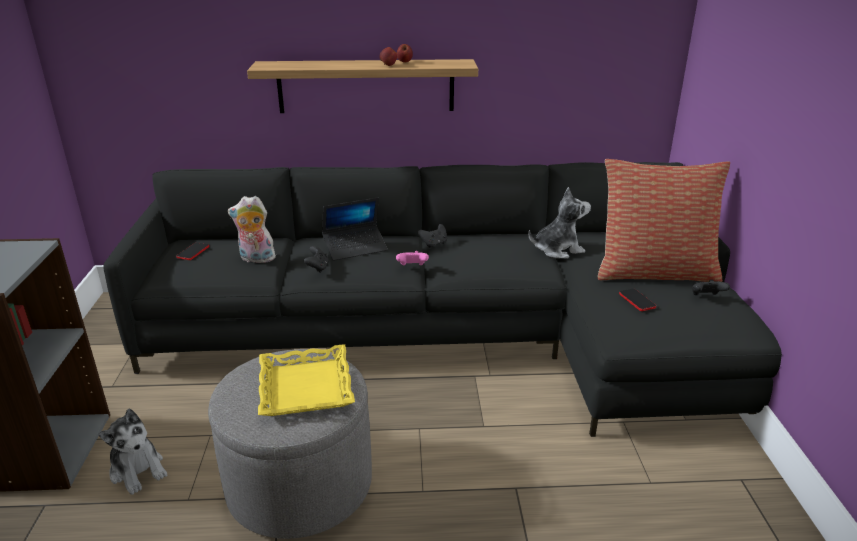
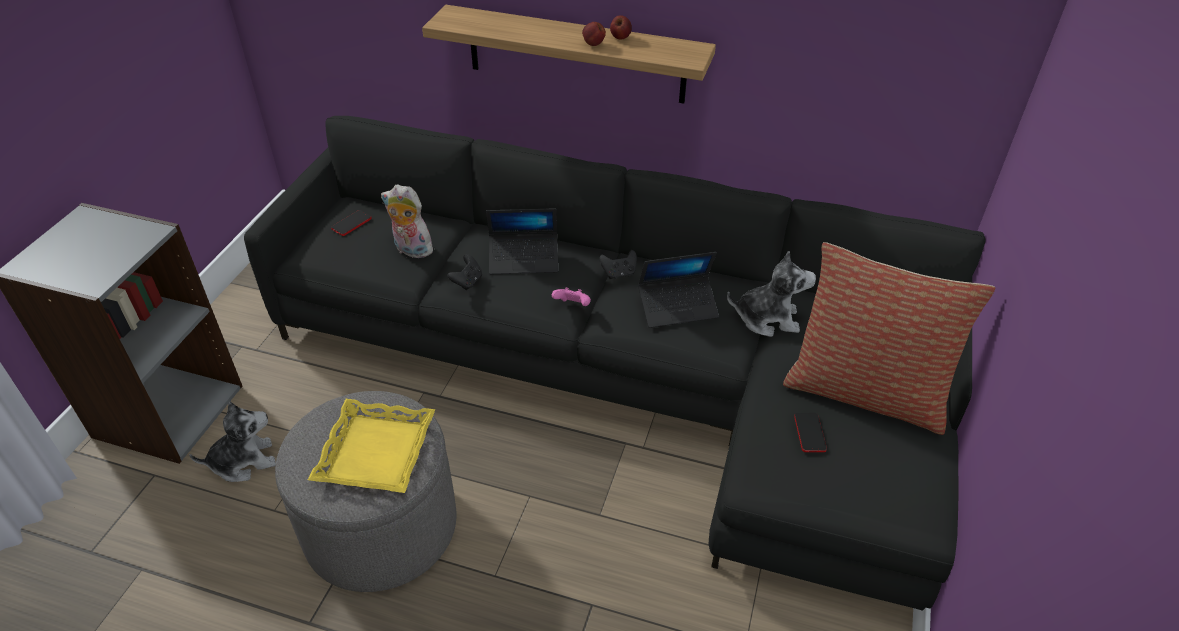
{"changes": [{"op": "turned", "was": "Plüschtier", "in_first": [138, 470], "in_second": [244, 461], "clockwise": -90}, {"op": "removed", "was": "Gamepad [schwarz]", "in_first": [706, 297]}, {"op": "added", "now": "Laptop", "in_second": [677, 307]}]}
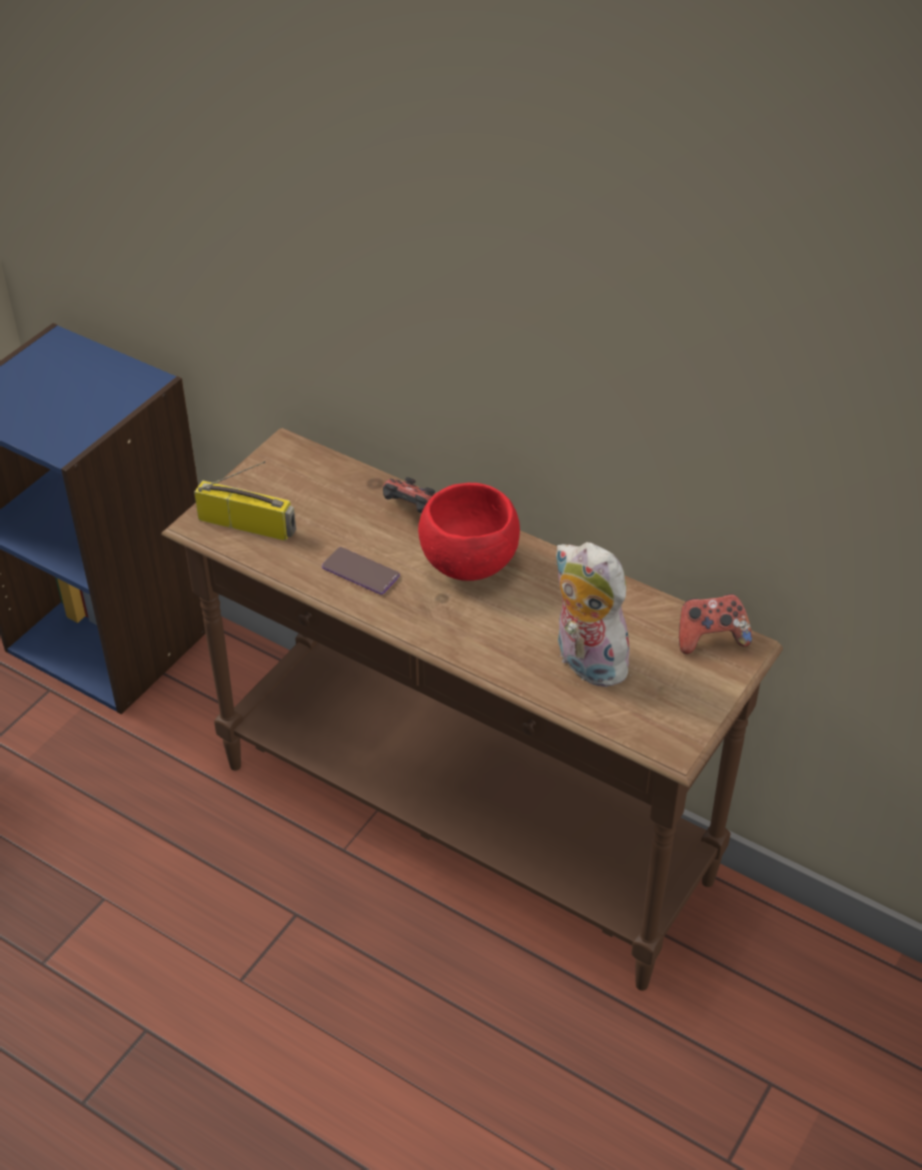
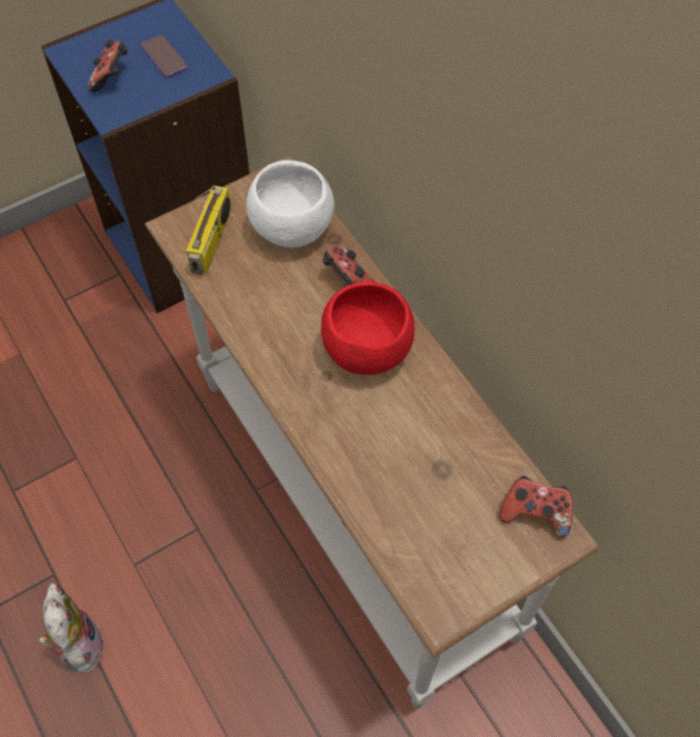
{"changes": [{"op": "recoloured", "was": "Konsolentisch [braun]", "now": "Konsolentisch [weiß]", "in_first": [461, 826], "in_second": [350, 507]}, {"op": "turned", "was": "Radio", "in_first": [248, 524], "in_second": [212, 241], "clockwise": 60}, {"op": "moved", "was": "Handy", "in_first": [360, 572], "in_second": [164, 57]}, {"op": "moved", "was": "Plüschtier", "in_first": [585, 662], "in_second": [78, 644]}, {"op": "added", "now": "Gamepad", "in_second": [111, 77]}, {"op": "added", "now": "Schüssel [weiß]", "in_second": [293, 228]}]}
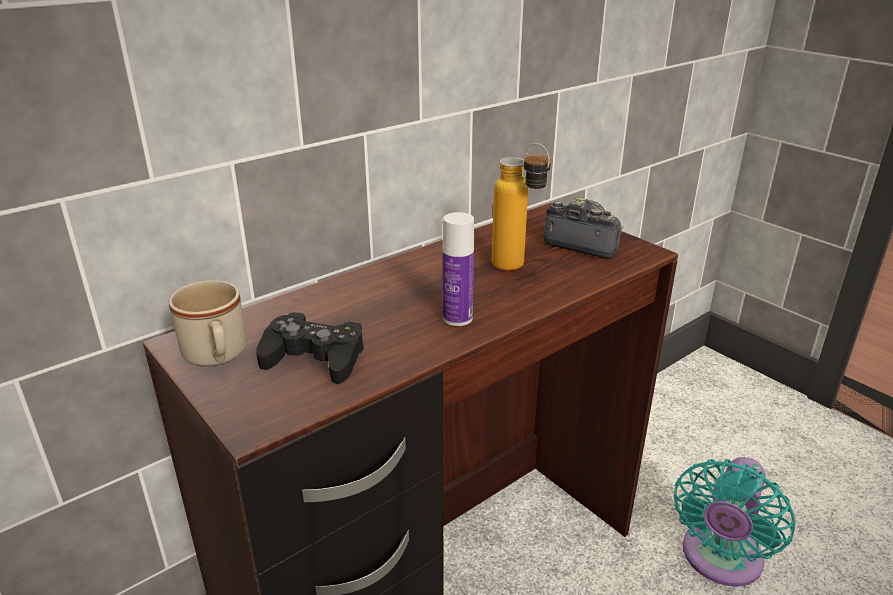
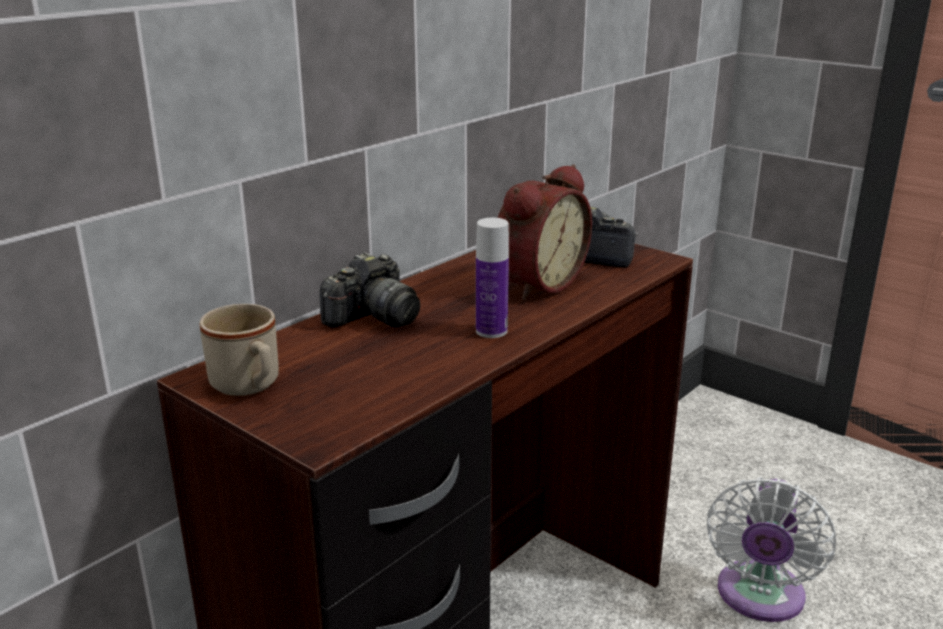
{"changes": [{"op": "removed", "was": "Gamepad [schwarz]", "in_first": [314, 358]}, {"op": "replaced", "was": "Flasche", "now": "Wecker", "in_first": [517, 269], "in_second": [536, 283]}, {"op": "recoloured", "was": "Ventilator [türkis]", "now": "Ventilator [weiß]", "in_first": [719, 560], "in_second": [759, 598]}, {"op": "added", "now": "Kamera", "in_second": [373, 318]}]}
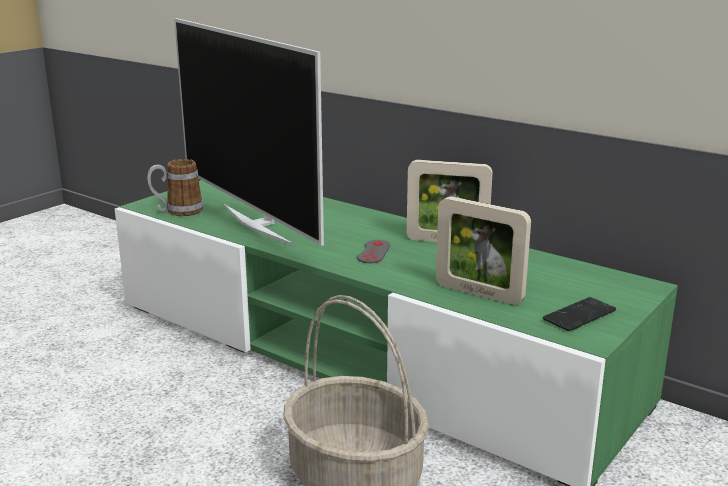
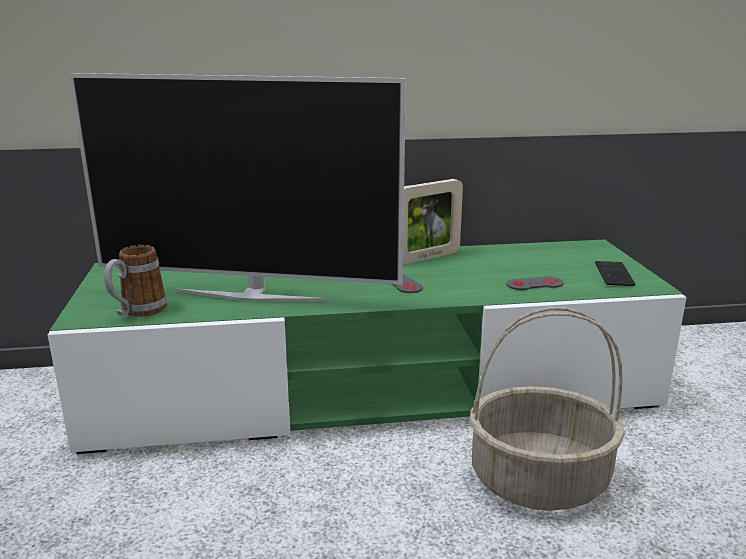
{"changes": [{"op": "replaced", "was": "Bilderrahmen", "now": "Gamepad [grau]", "in_first": [479, 293], "in_second": [534, 284]}]}
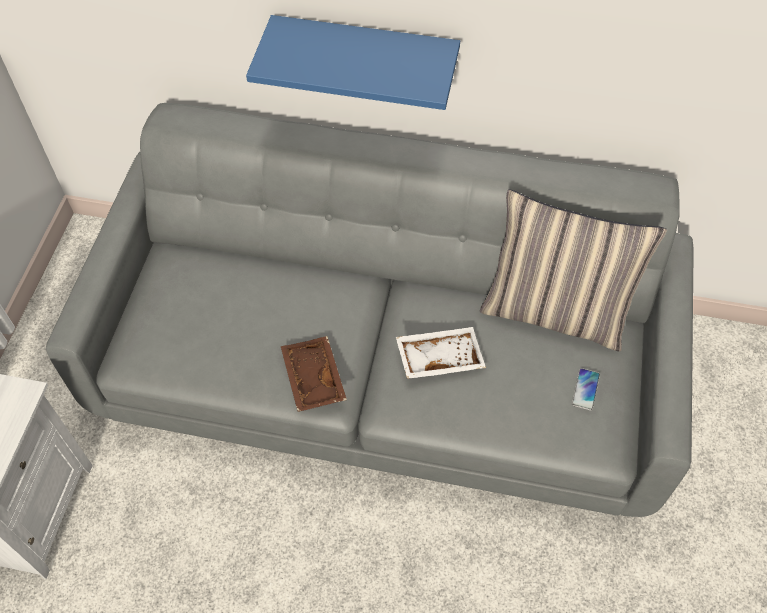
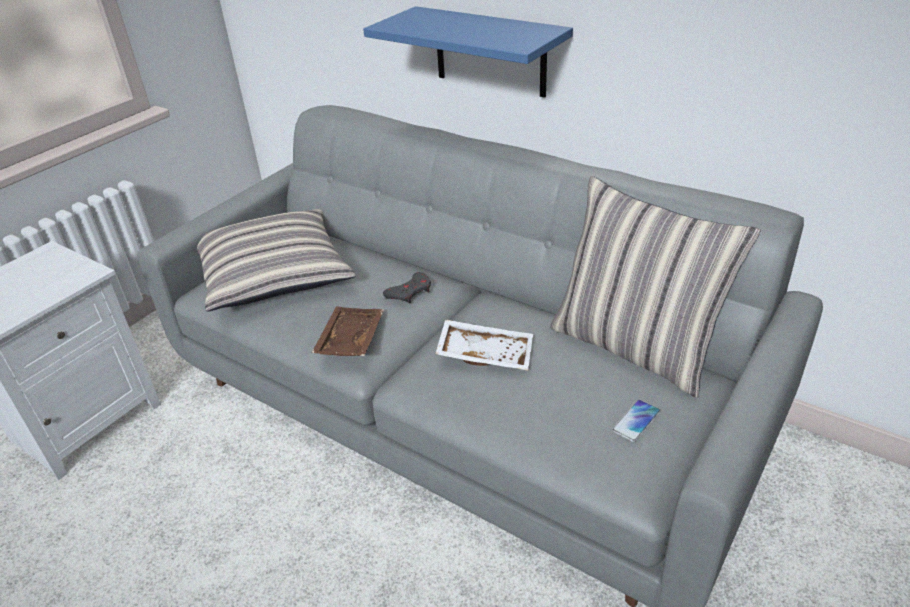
{"changes": [{"op": "added", "now": "Kissen", "in_second": [274, 274]}, {"op": "added", "now": "Gamepad [grau]", "in_second": [410, 292]}]}
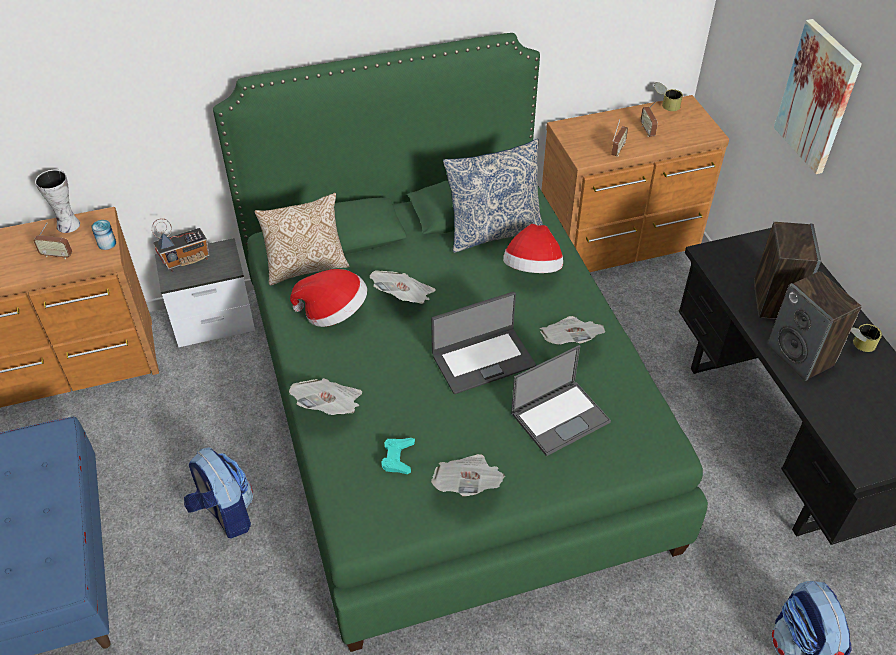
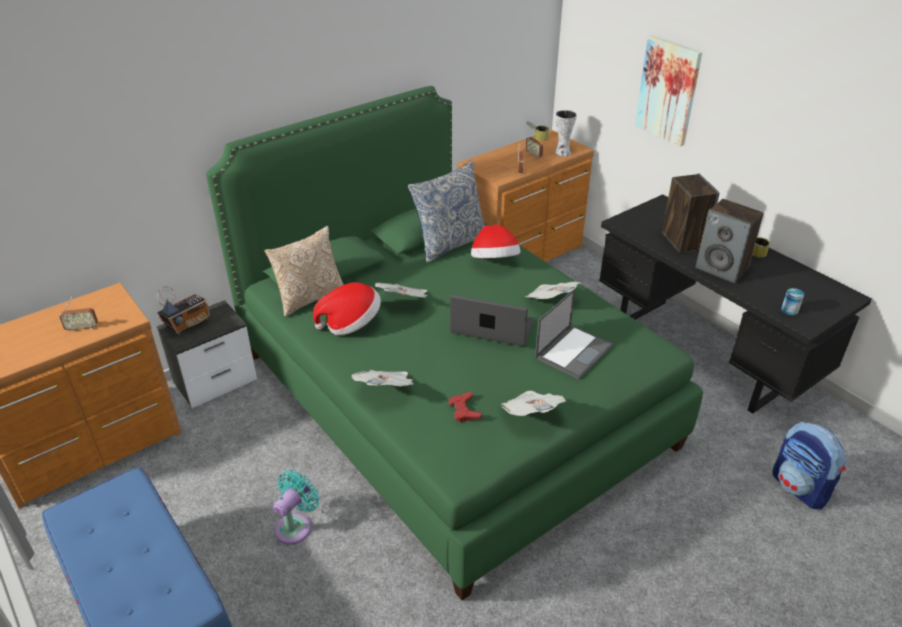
{"changes": [{"op": "moved", "was": "Vase", "in_first": [67, 225], "in_second": [562, 153]}, {"op": "moved", "was": "Dose", "in_first": [107, 243], "in_second": [789, 310]}, {"op": "replaced", "was": "Rucksack", "now": "Ventilator [türkis]", "in_first": [224, 513], "in_second": [296, 526]}, {"op": "recoloured", "was": "Gamepad [türkis]", "now": "Gamepad [rot]", "in_first": [398, 457], "in_second": [464, 410]}, {"op": "turned", "was": "Laptop", "in_first": [483, 360], "in_second": [492, 328], "clockwise": -120}]}
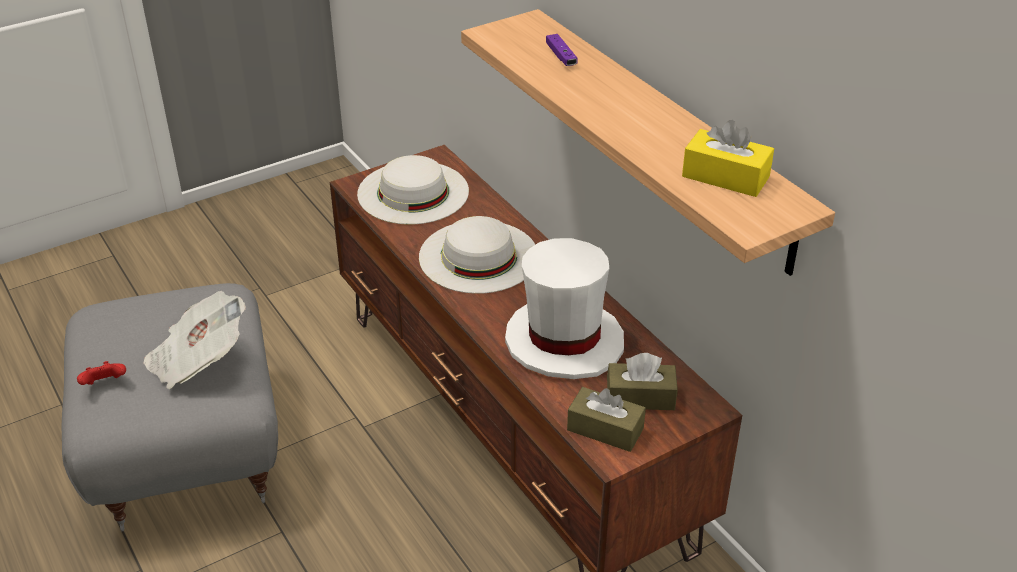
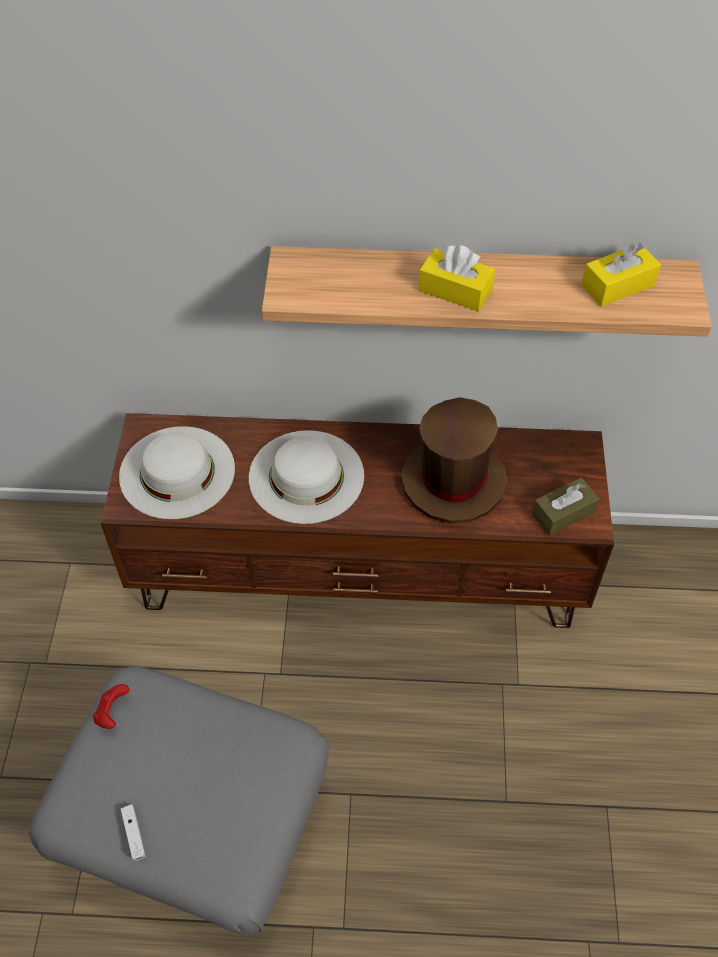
{"changes": [{"op": "moved", "was": "Gamepad [rot]", "in_first": [105, 384], "in_second": [112, 713]}, {"op": "removed", "was": "Zeitung", "in_first": [198, 360]}, {"op": "recoloured", "was": "Hut [weiß]", "now": "Hut [braun]", "in_first": [564, 341], "in_second": [453, 482]}, {"op": "removed", "was": "Gamepad [lila]", "in_first": [561, 56]}, {"op": "removed", "was": "Taschentuchbox [braun]", "in_first": [640, 397]}, {"op": "added", "now": "Gamepad [weiß]", "in_second": [134, 834]}, {"op": "added", "now": "Taschentuchbox [gelb]", "in_second": [455, 290]}]}
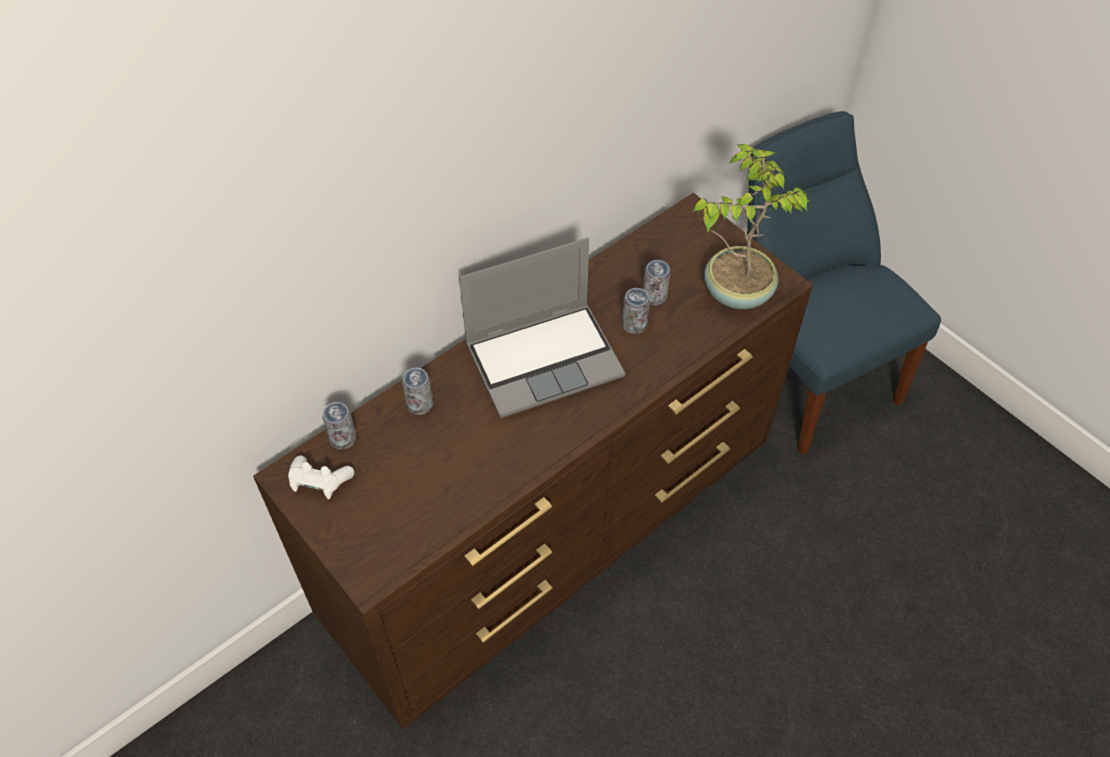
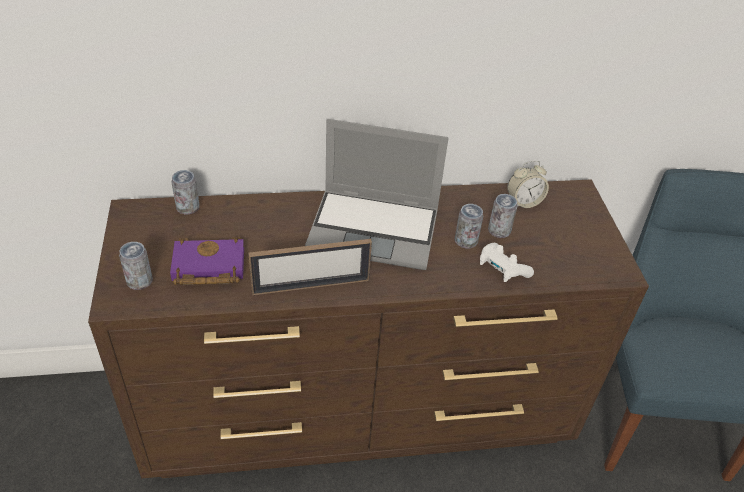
{"changes": [{"op": "moved", "was": "Gamepad [weiß]", "in_first": [320, 482], "in_second": [502, 269]}, {"op": "moved", "was": "Dose", "in_first": [420, 404], "in_second": [139, 281]}, {"op": "removed", "was": "Topfpflanze", "in_first": [736, 291]}, {"op": "added", "now": "Buch [lila]", "in_second": [206, 267]}, {"op": "added", "now": "Bilderrahmen", "in_second": [311, 286]}, {"op": "added", "now": "Wecker", "in_second": [524, 202]}]}
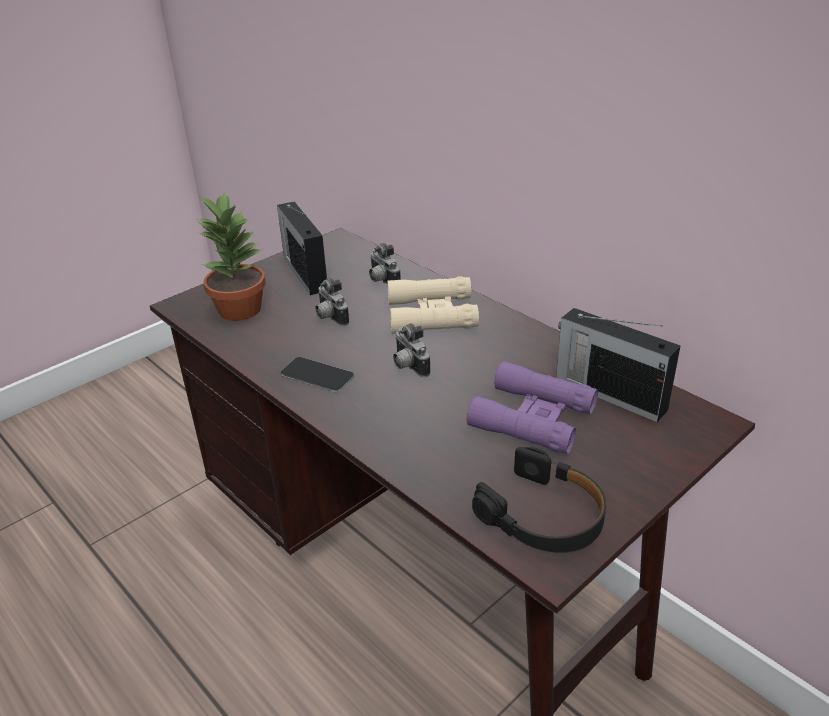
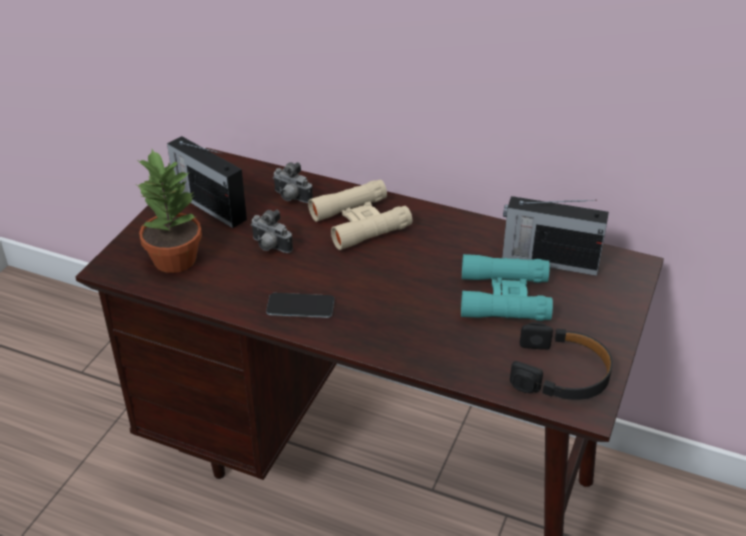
{"changes": [{"op": "removed", "was": "Kamera", "in_first": [408, 366]}, {"op": "recoloured", "was": "Fernglas [lila]", "now": "Fernglas [türkis]", "in_first": [532, 418], "in_second": [504, 297]}]}
